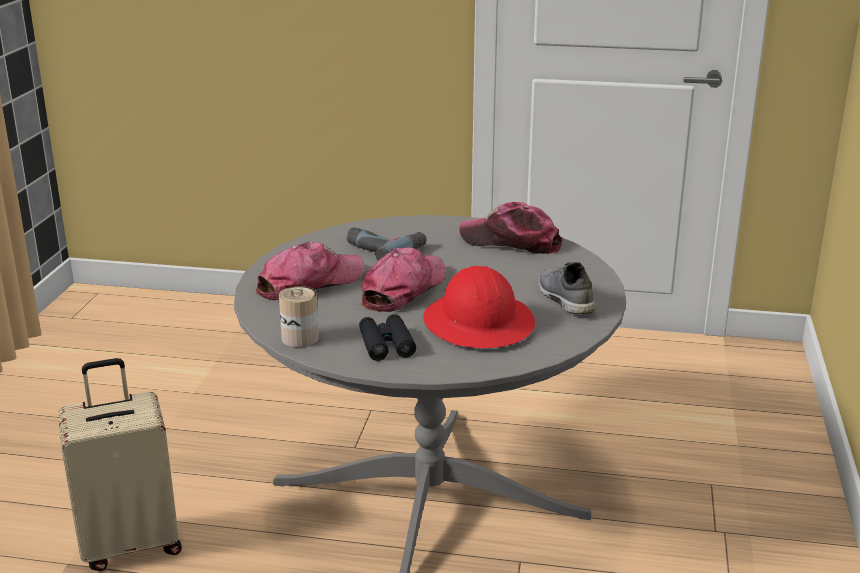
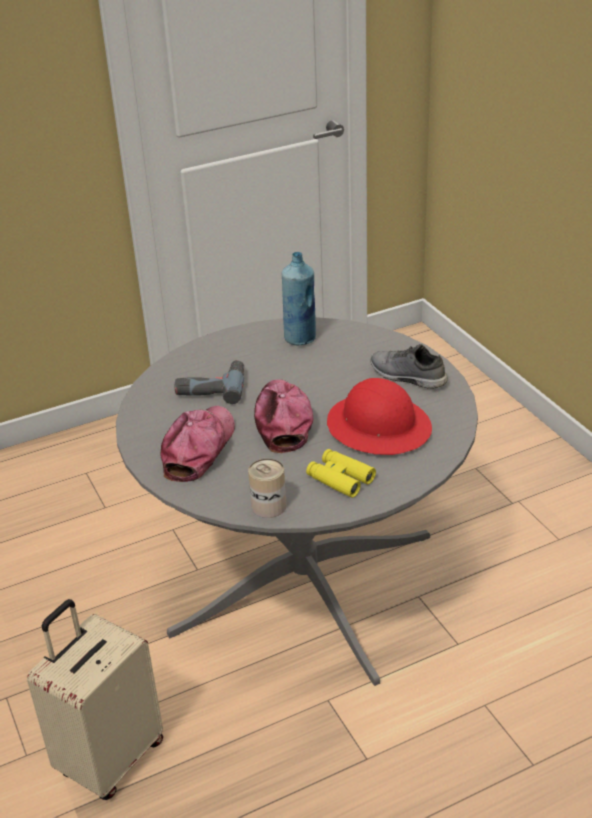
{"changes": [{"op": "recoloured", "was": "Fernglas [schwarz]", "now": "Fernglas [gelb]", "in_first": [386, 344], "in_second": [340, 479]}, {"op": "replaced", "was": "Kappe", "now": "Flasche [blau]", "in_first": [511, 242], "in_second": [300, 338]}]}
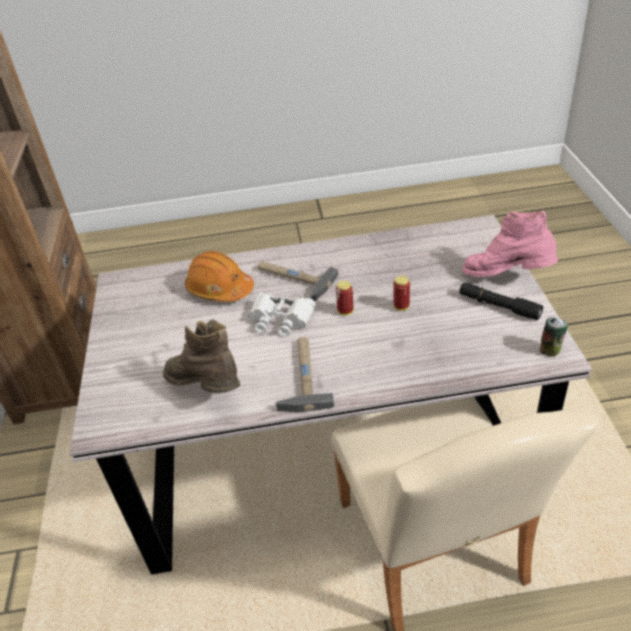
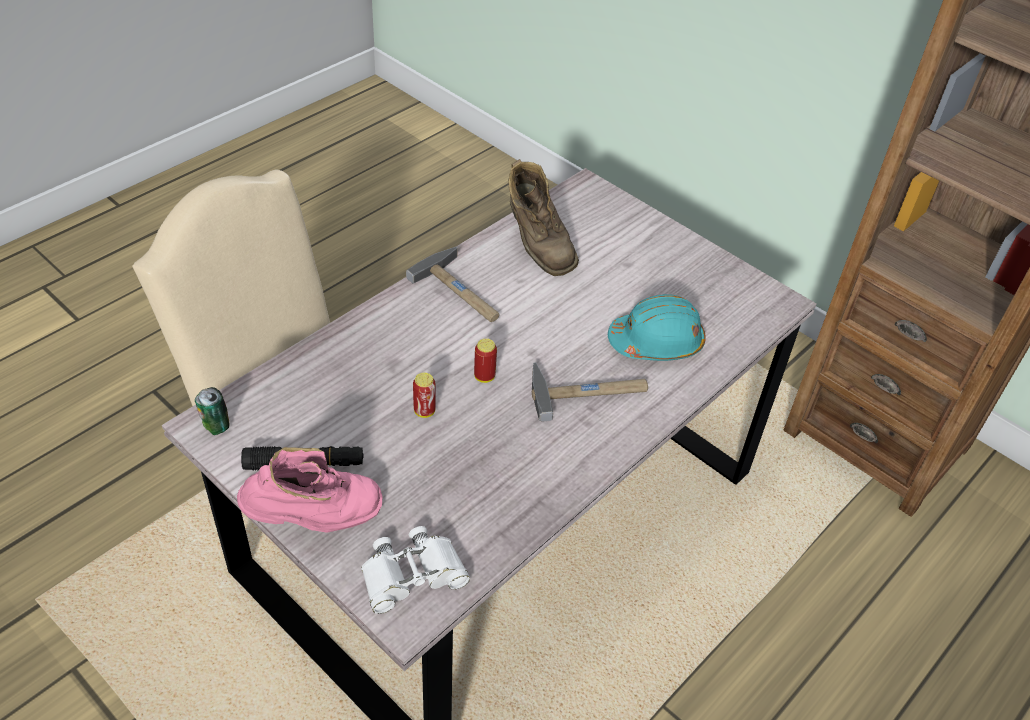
{"changes": [{"op": "turned", "was": "Stiefel [braun]", "in_first": [207, 389], "in_second": [537, 246], "clockwise": 60}, {"op": "recoloured", "was": "Schutzhelm [orange]", "now": "Schutzhelm [türkis]", "in_first": [219, 289], "in_second": [656, 342]}, {"op": "moved", "was": "Fernglas [weiß]", "in_first": [281, 318], "in_second": [412, 575]}]}
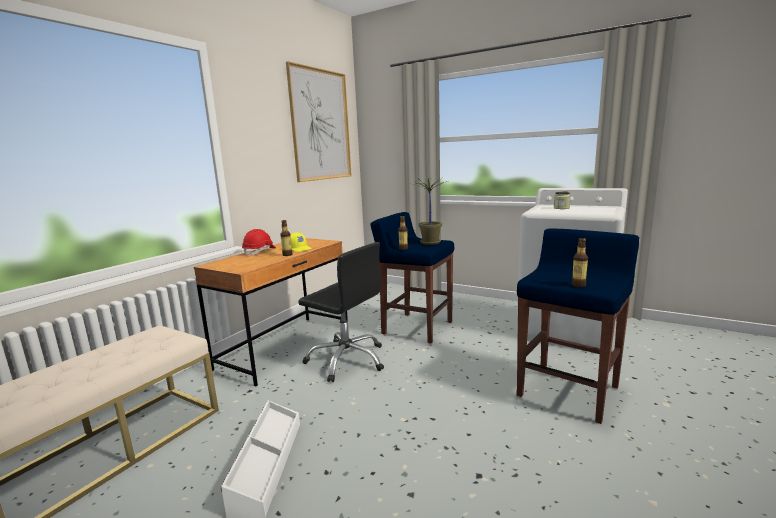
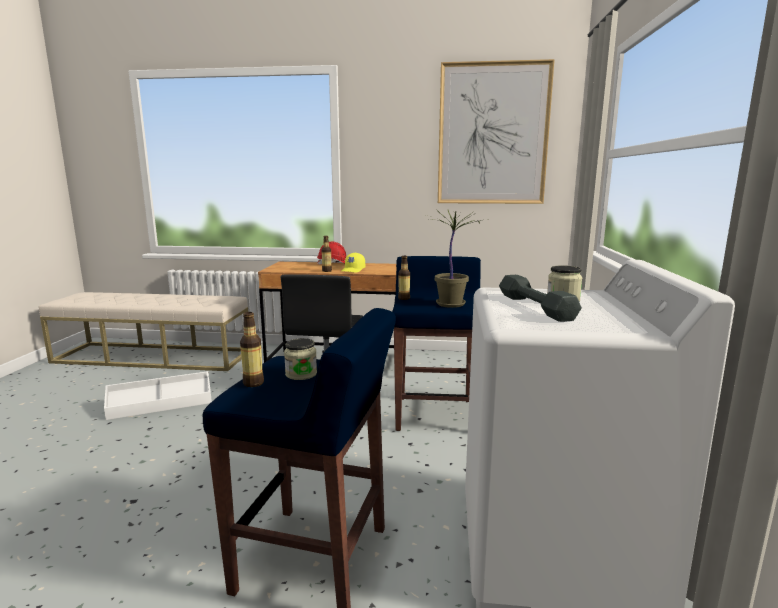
{"changes": [{"op": "added", "now": "Vorratsglas", "in_second": [301, 374]}, {"op": "added", "now": "Hantel [grau]", "in_second": [535, 307]}]}
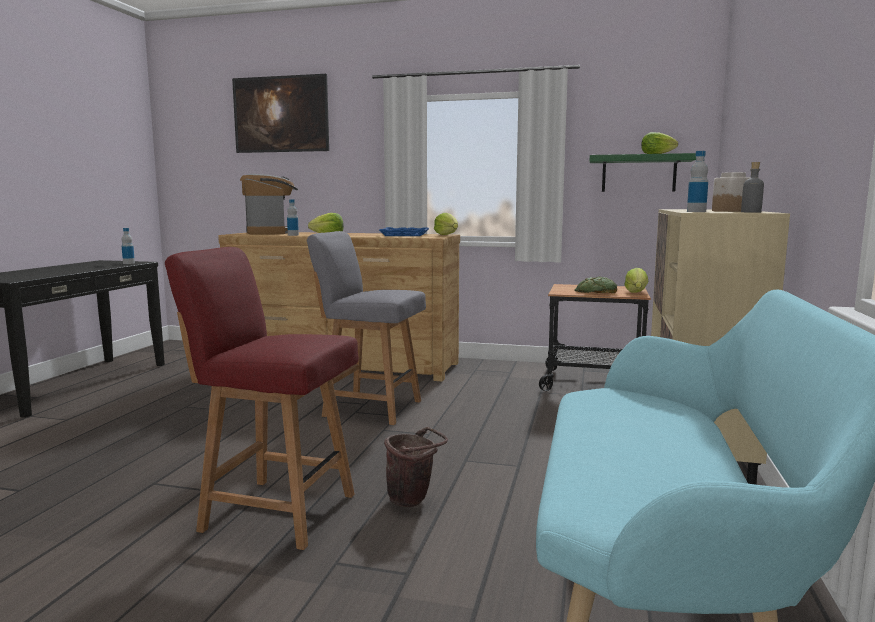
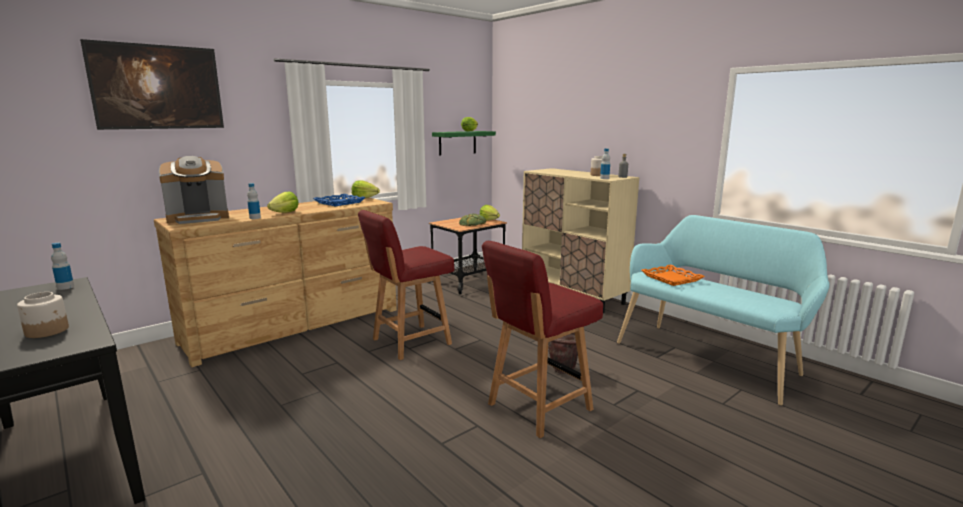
{"changes": [{"op": "turned", "was": "Kaffeemaschine", "in_first": [270, 233], "in_second": [198, 218], "clockwise": 135}, {"op": "recoloured", "was": "Stuhl [grau]", "now": "Stuhl [rot]", "in_first": [370, 408], "in_second": [409, 342]}, {"op": "added", "now": "Vorratsglas", "in_second": [47, 331]}, {"op": "added", "now": "Tablett [orange]", "in_second": [671, 278]}]}
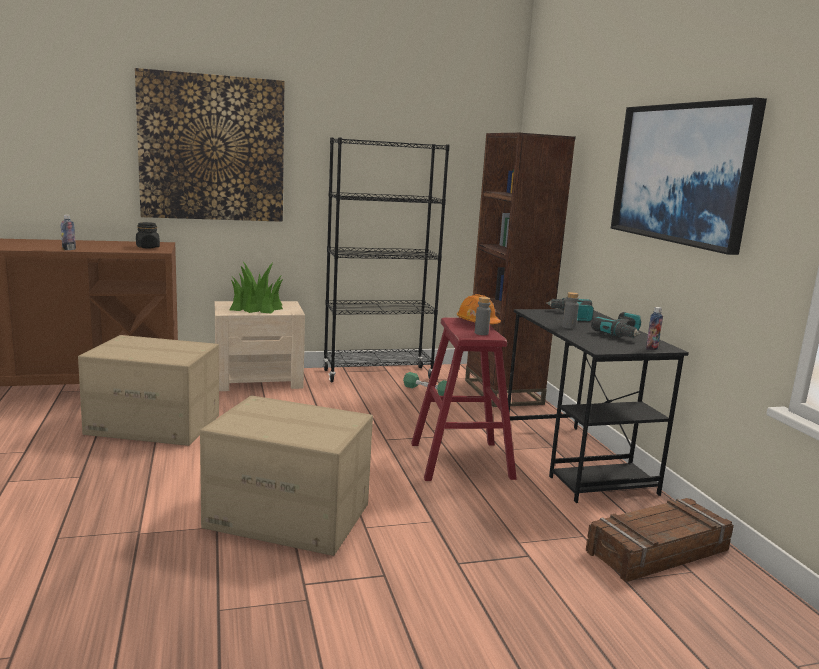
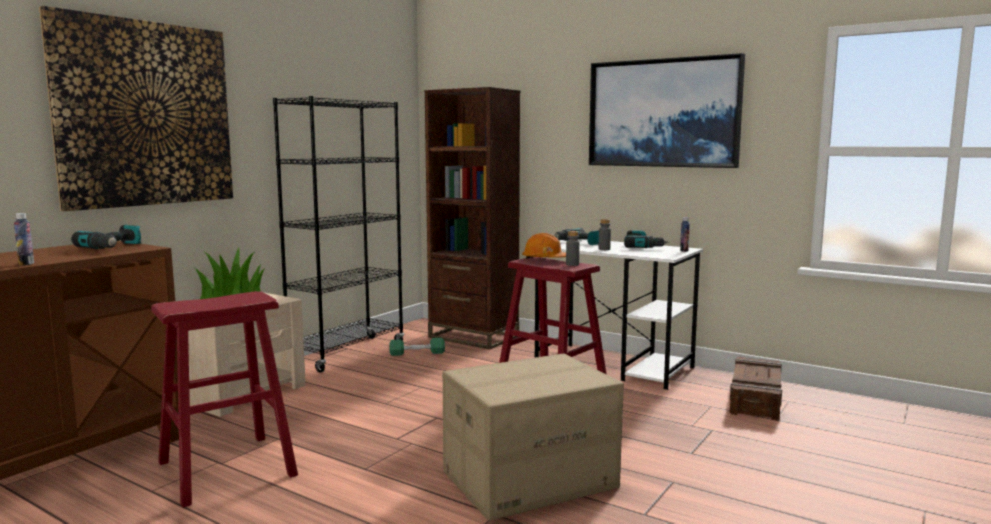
{"changes": [{"op": "replaced", "was": "Karton", "now": "Hocker [rot]", "in_first": [155, 425], "in_second": [227, 468]}, {"op": "replaced", "was": "Vorratsglas [schwarz]", "now": "Bohrmaschine", "in_first": [148, 247], "in_second": [114, 247]}, {"op": "recoloured", "was": "Schreibtisch [schwarz]", "now": "Schreibtisch [weiß]", "in_first": [576, 461], "in_second": [614, 365]}]}
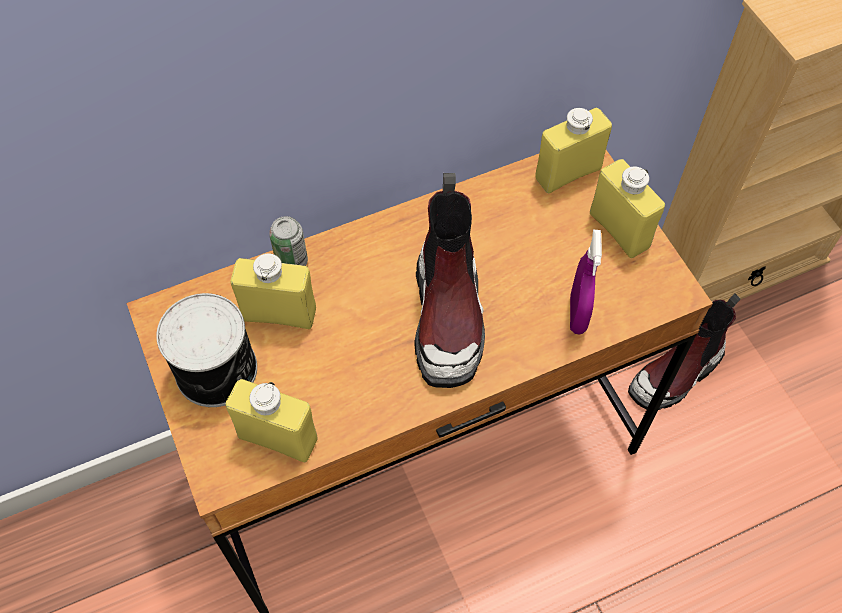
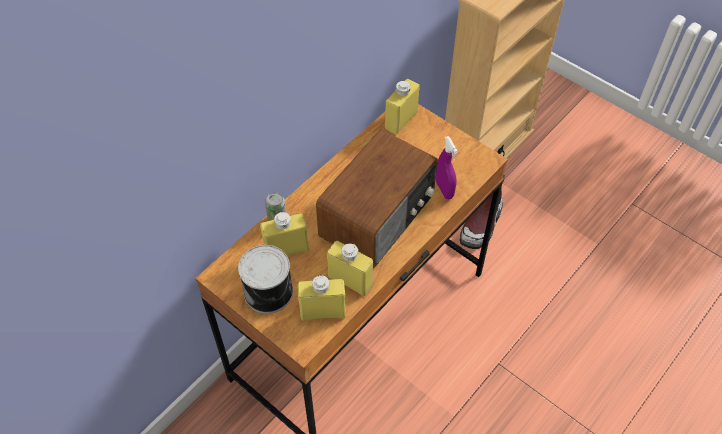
{"changes": [{"op": "replaced", "was": "Stiefel", "now": "Radio", "in_first": [449, 317], "in_second": [379, 216]}, {"op": "moved", "was": "Flasche [gelb]", "in_first": [619, 230], "in_second": [350, 280]}]}
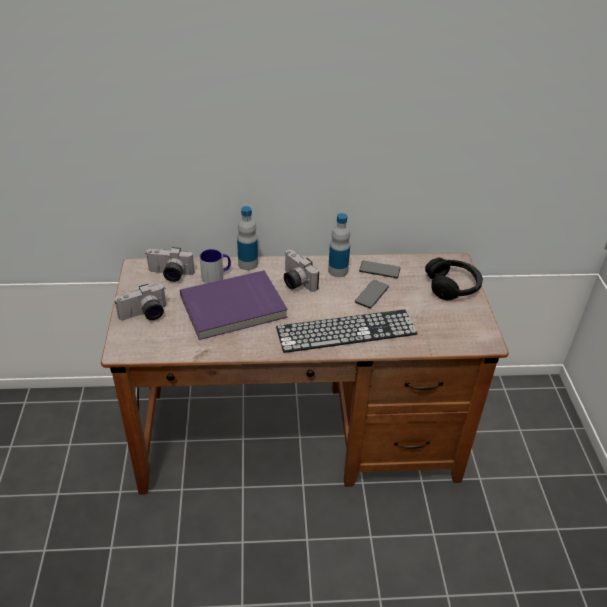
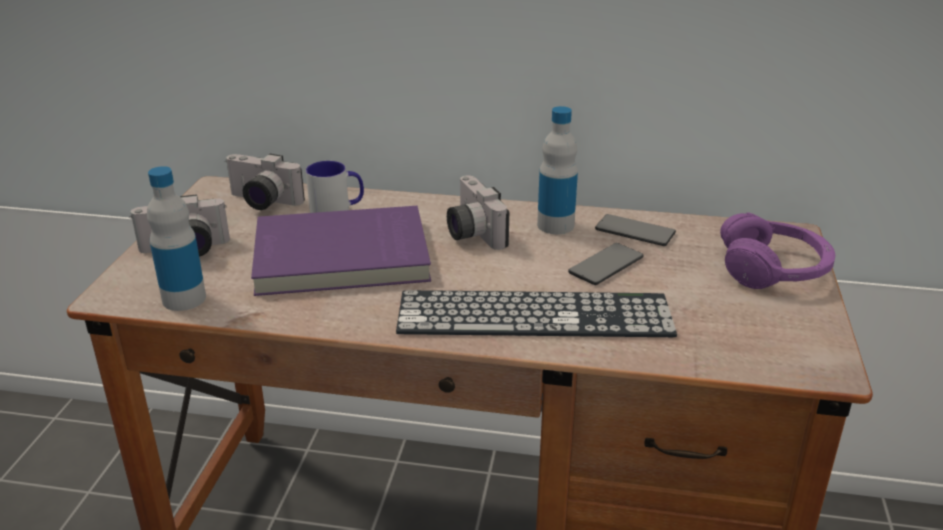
{"changes": [{"op": "moved", "was": "Flasche", "in_first": [248, 264], "in_second": [184, 299]}, {"op": "recoloured", "was": "Kopfhörer [schwarz]", "now": "Kopfhörer [lila]", "in_first": [452, 286], "in_second": [773, 270]}]}
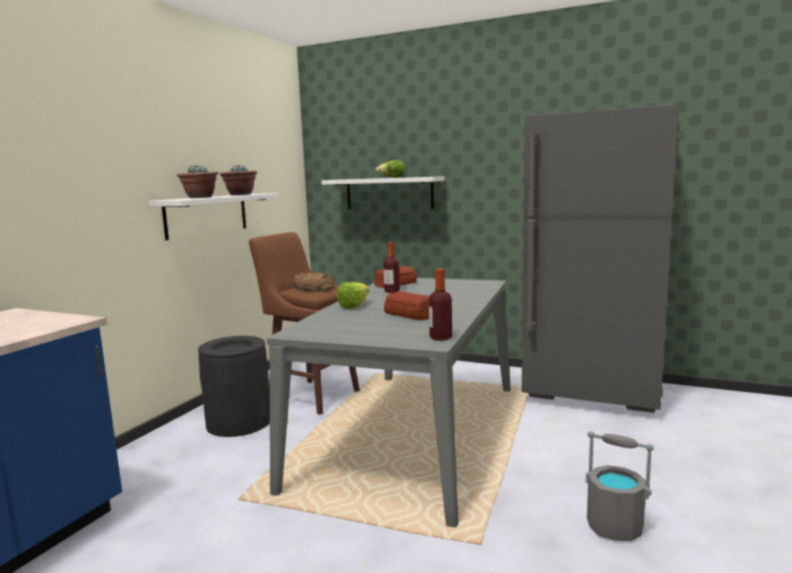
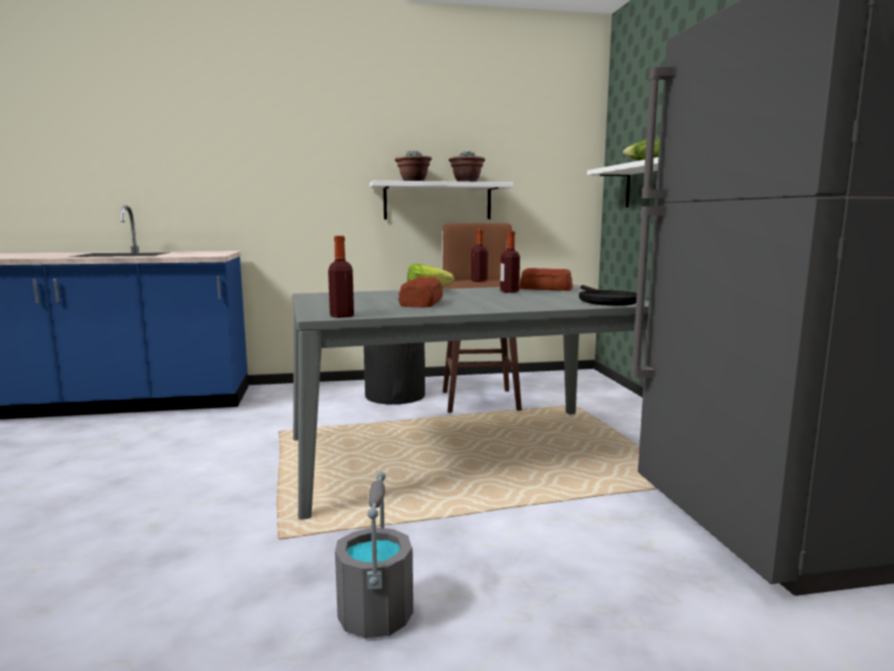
{"changes": [{"op": "replaced", "was": "Brot", "now": "Flasche", "in_first": [314, 288], "in_second": [479, 281]}, {"op": "added", "now": "Pfanne [schwarz]", "in_second": [605, 300]}]}
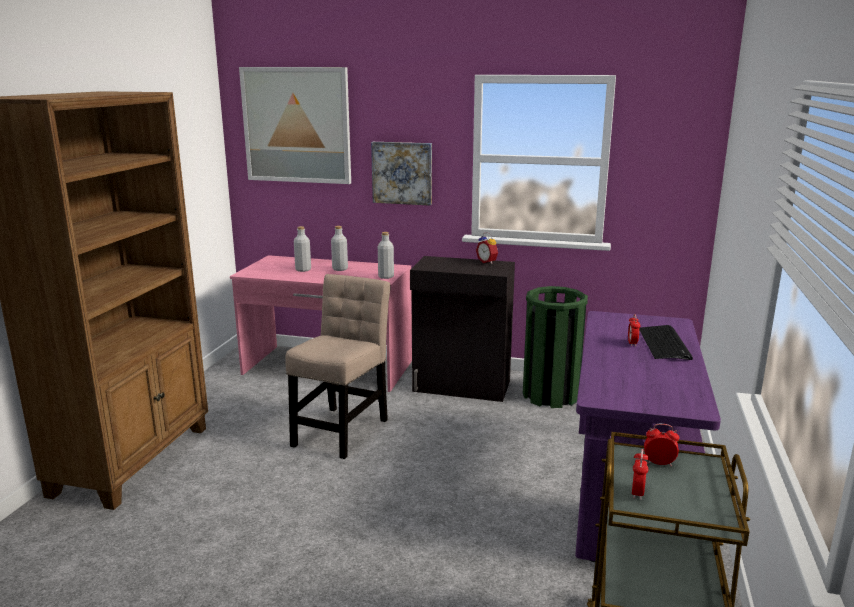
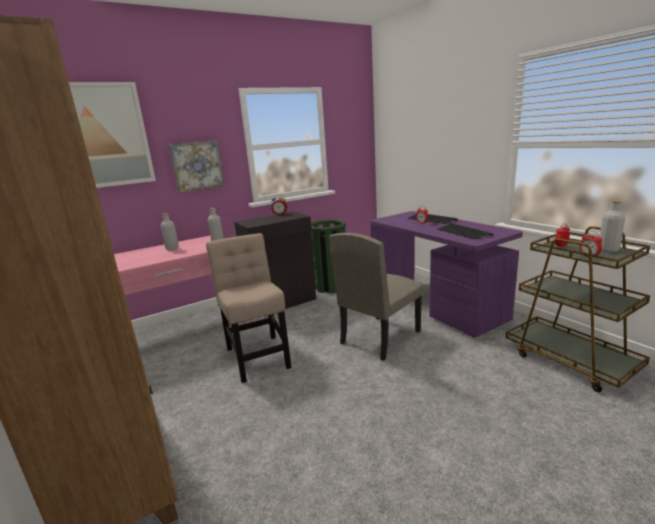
{"changes": [{"op": "moved", "was": "Flasche [grau]", "in_first": [303, 270], "in_second": [608, 250]}, {"op": "added", "now": "Stuhl [beige]", "in_second": [379, 337]}, {"op": "added", "now": "Tastatur", "in_second": [463, 232]}]}
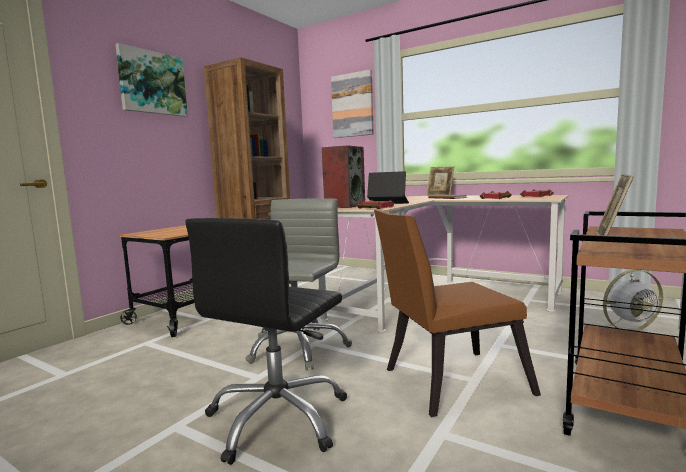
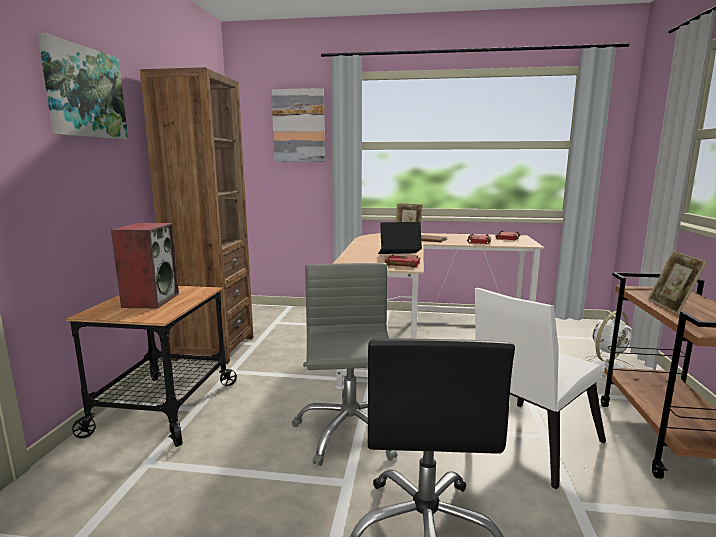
{"changes": [{"op": "moved", "was": "Lautsprecher", "in_first": [345, 206], "in_second": [151, 300]}, {"op": "recoloured", "was": "Stuhl [braun]", "now": "Stuhl [weiß]", "in_first": [447, 382], "in_second": [527, 444]}]}
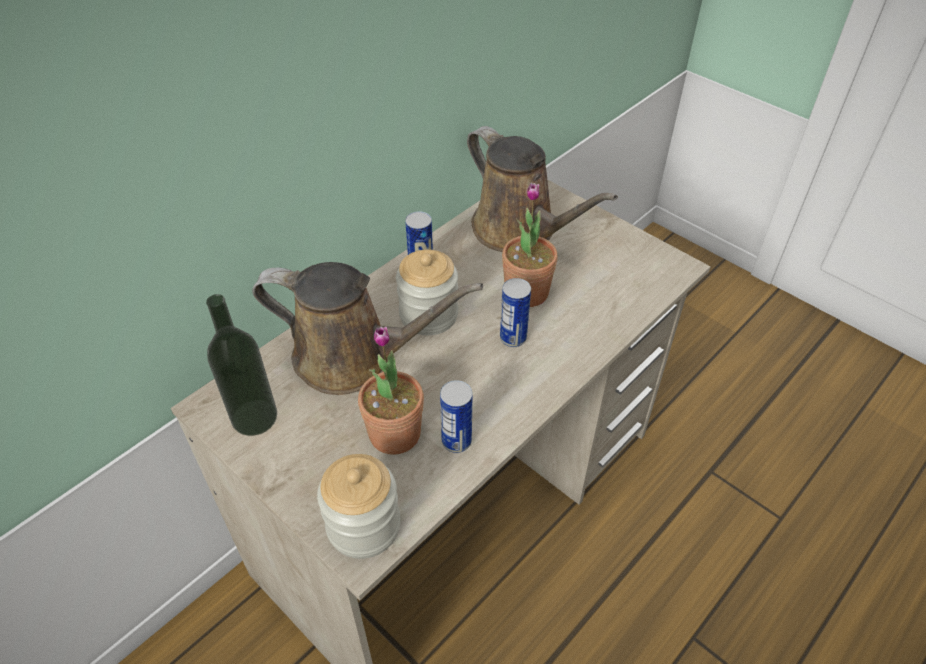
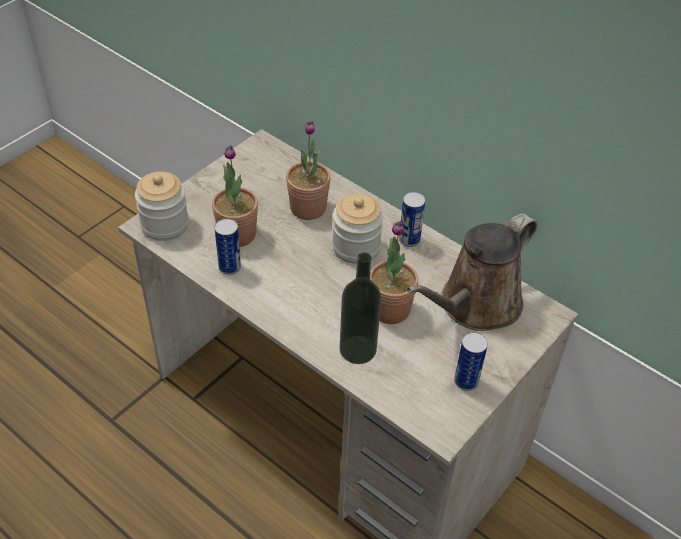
{"changes": [{"op": "moved", "was": "Flasche", "in_first": [254, 417], "in_second": [358, 349]}, {"op": "replaced", "was": "Gießkanne [braun]", "now": "Topfpflanze", "in_first": [353, 357], "in_second": [308, 208]}, {"op": "moved", "was": "Dose", "in_first": [513, 338], "in_second": [466, 381]}]}
